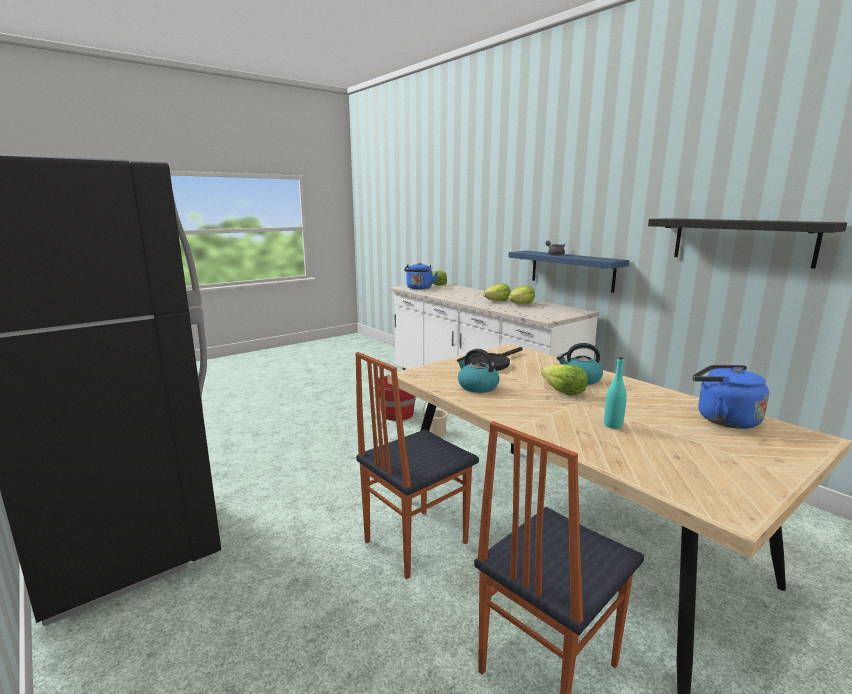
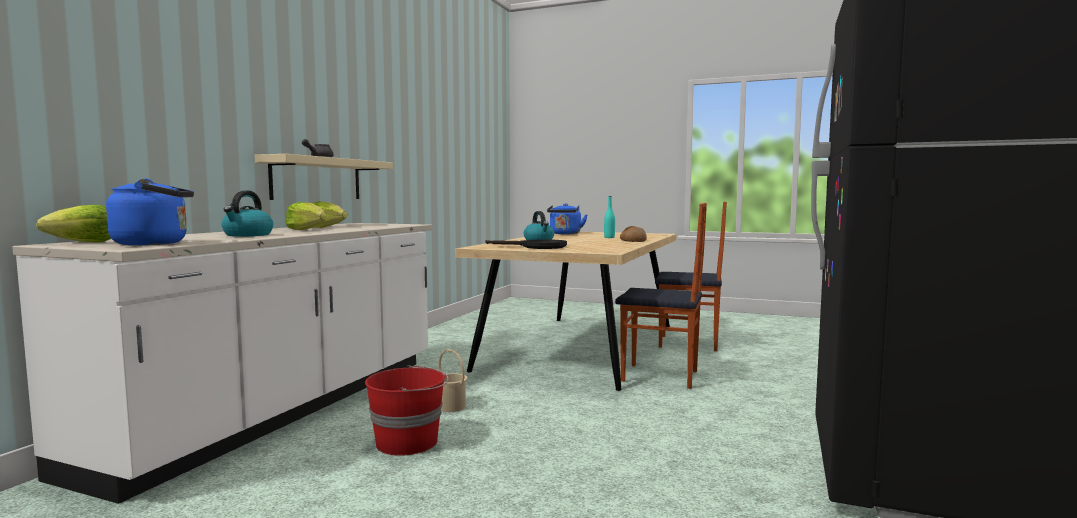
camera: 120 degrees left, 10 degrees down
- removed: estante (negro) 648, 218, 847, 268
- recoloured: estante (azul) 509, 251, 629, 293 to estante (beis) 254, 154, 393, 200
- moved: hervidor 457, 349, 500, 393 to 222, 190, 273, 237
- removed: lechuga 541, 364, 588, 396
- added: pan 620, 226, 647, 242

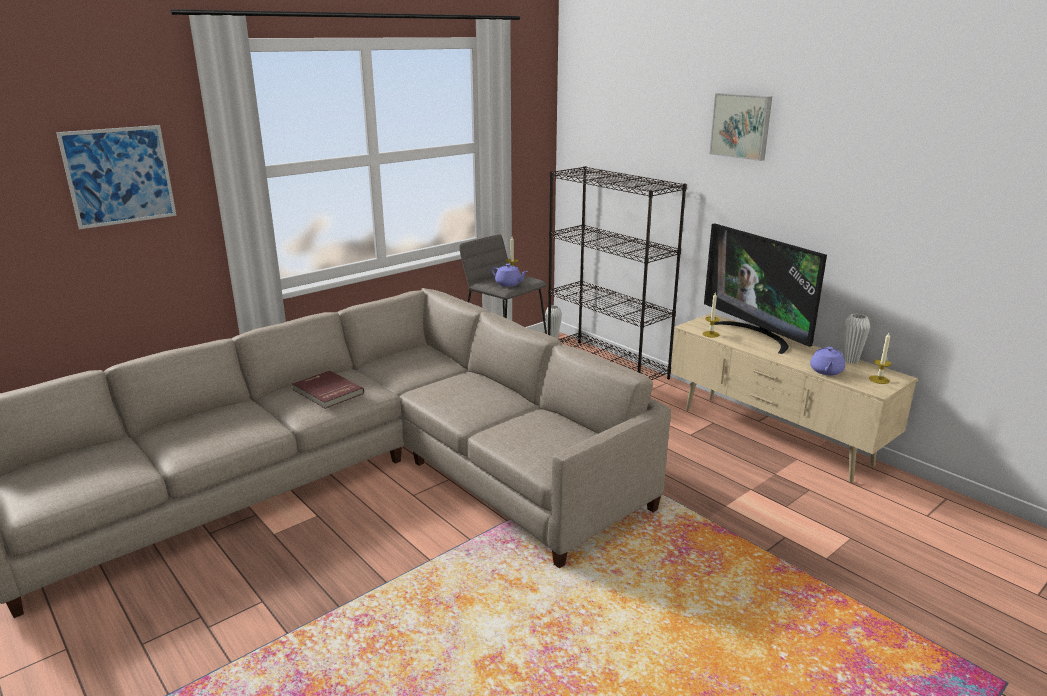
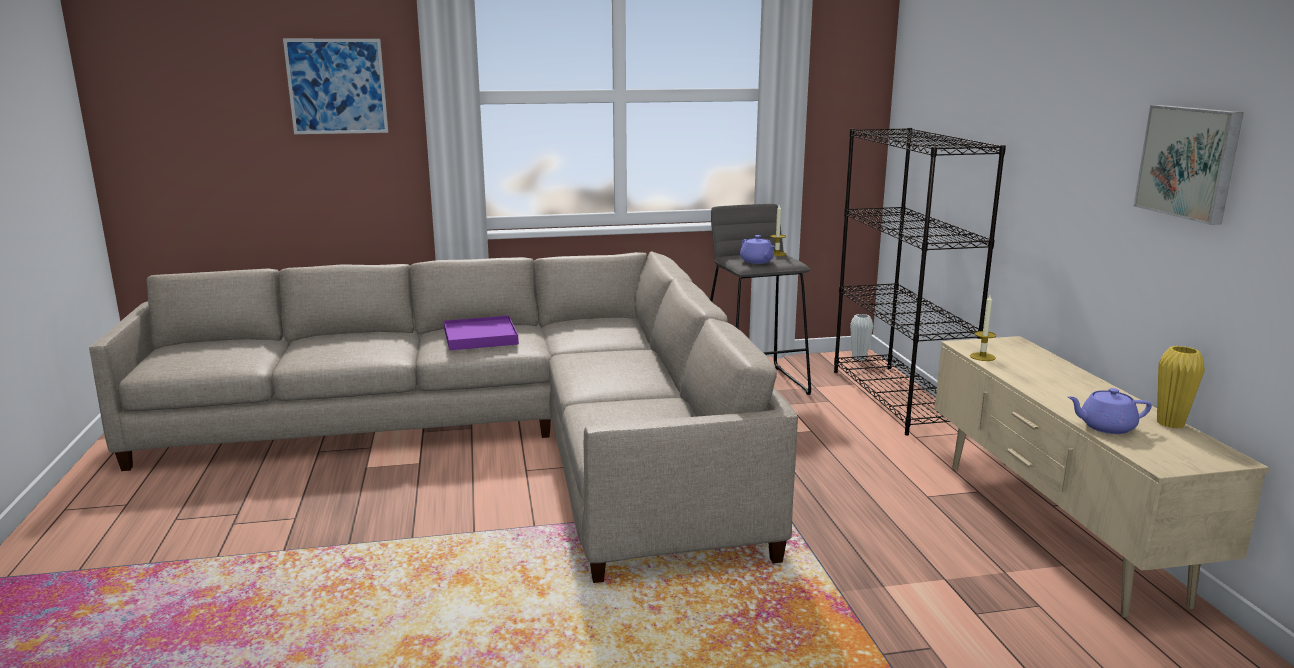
camera: 30 degrees right, 5 degrees down
- moved: cuadro 710, 93, 772, 161 to 1134, 105, 1244, 225
- removed: televisor 704, 223, 827, 354
- recoloured: florero (blanco) 843, 314, 870, 364 to florero (amarillo) 1157, 346, 1205, 428
- removed: vela 869, 333, 892, 384
- turned: tetera (morado) 810, 347, 845, 375 = 1068, 388, 1152, 434 45 degrees clockwise
- replaced: libro (rojo) 292, 370, 364, 409 to bandeja (morado) 444, 316, 519, 350

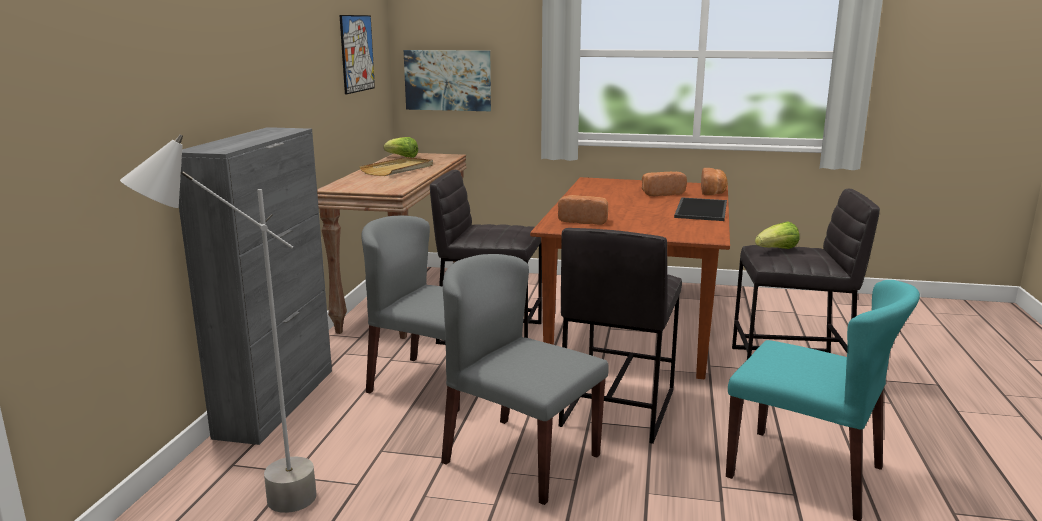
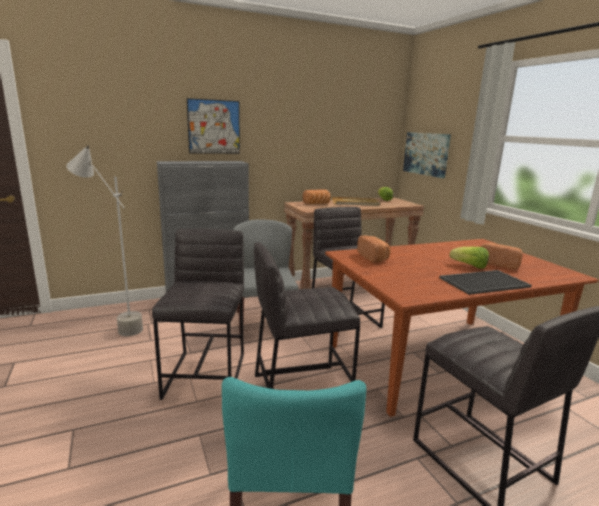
camera: 55 degrees right, 0 degrees up
- moved: cuadro 340, 15, 375, 94 to 187, 98, 240, 154
- moved: pan 701, 168, 728, 195 to 302, 189, 331, 204
- moved: lechuga 755, 222, 800, 249 to 450, 247, 489, 269
- replaced: silla (gris) 441, 254, 609, 505 to taburete (gris) 152, 229, 244, 400

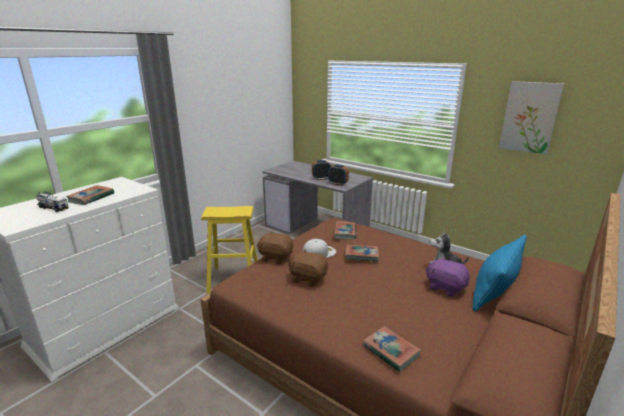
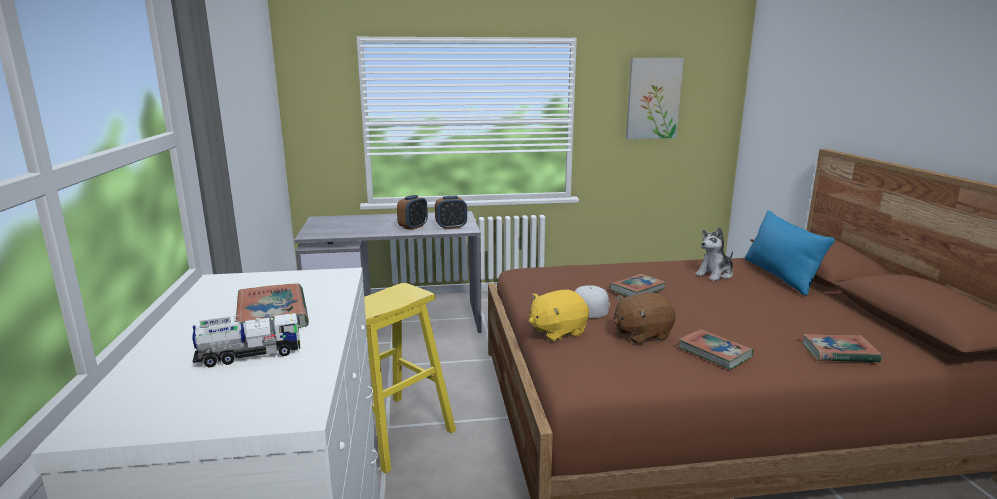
camera: 45 degrees left, 5 degrees down
- moved: libro 334, 221, 356, 239 to 679, 329, 753, 370
- recoloured: peluche (marrón) 257, 231, 294, 264 to peluche (amarillo) 529, 290, 589, 342
- removed: peluche (morado) 425, 257, 470, 297

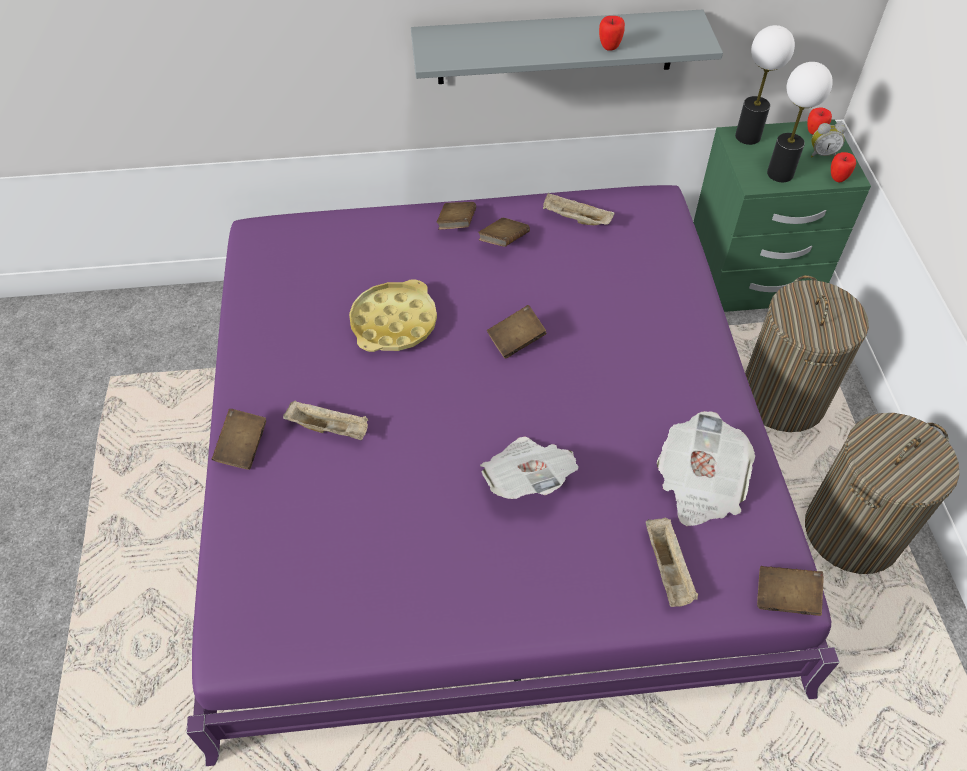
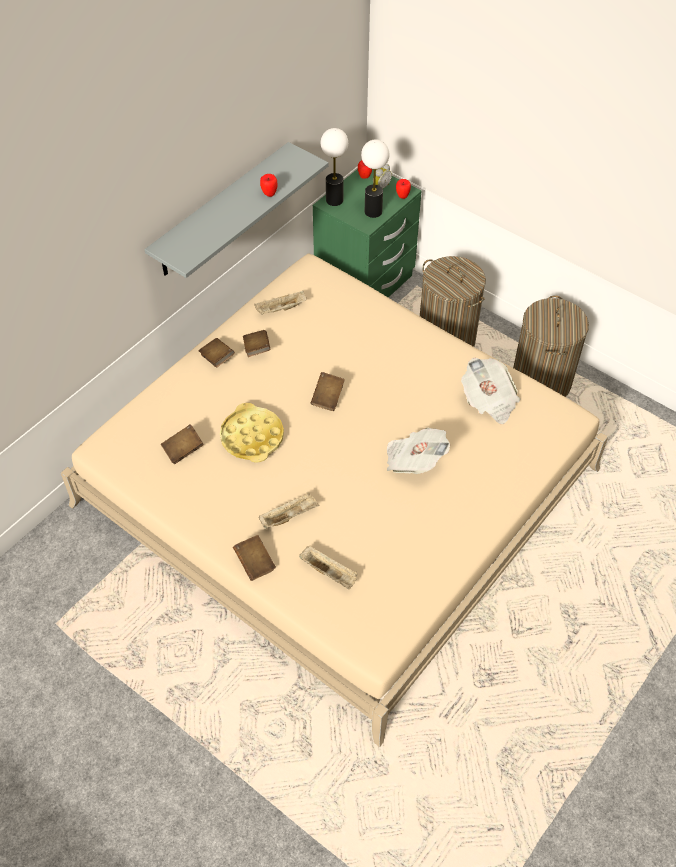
camera: 45 degrees left, 0 degrees up
- recoloured: cama (morado) 186, 185, 840, 766 to cama (beis) 61, 253, 608, 747
- moved: bandeja (beis) 646, 517, 698, 607 to 299, 546, 358, 590
- moved: libro (marrón) 757, 566, 824, 616 to 161, 424, 204, 464

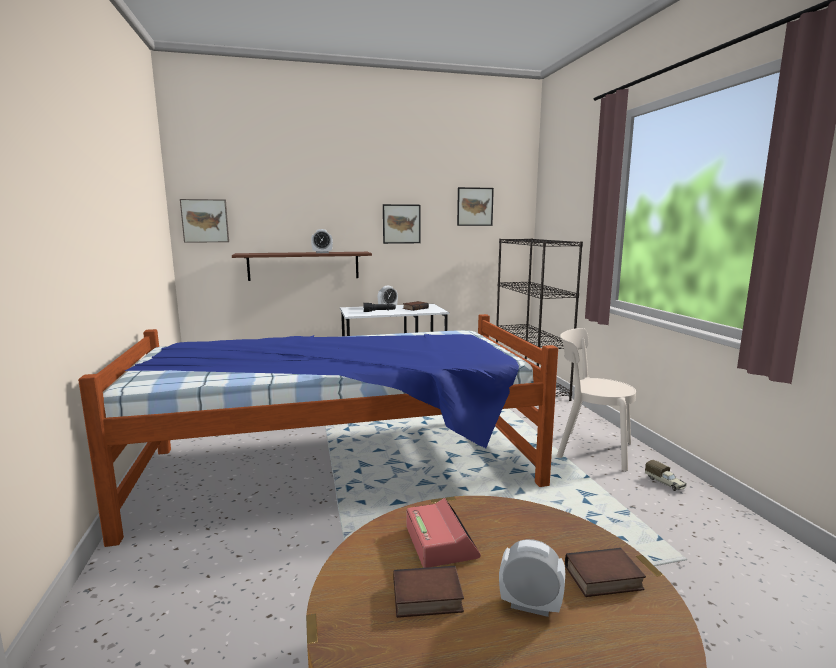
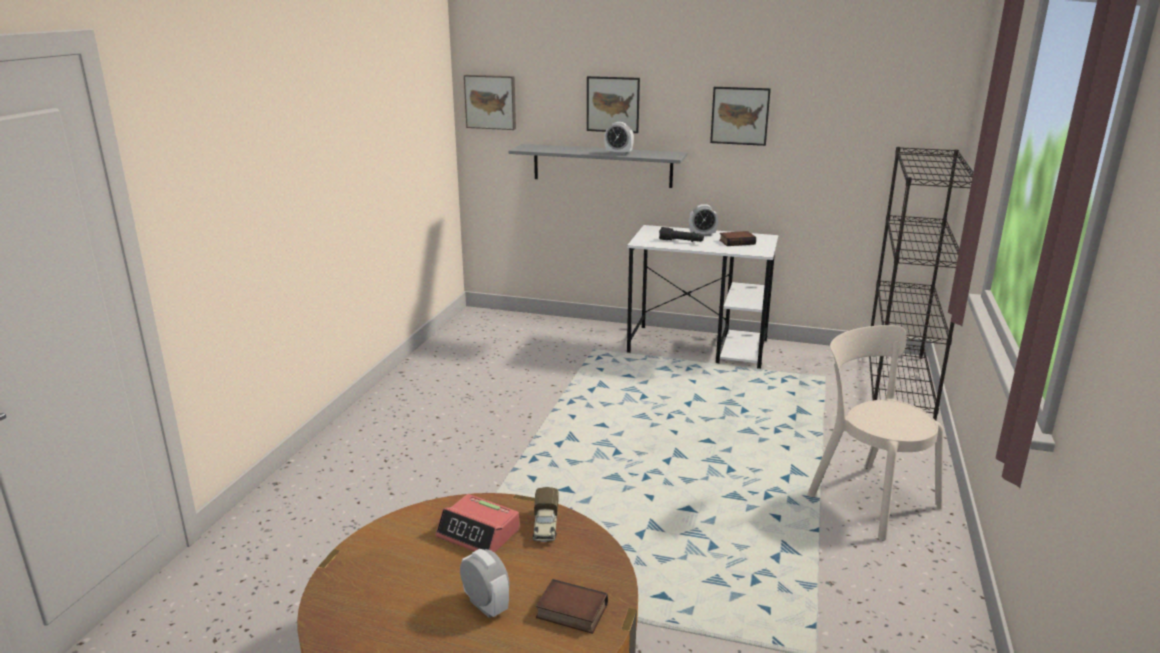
camera: 30 degrees right, 10 degrees up
- moved: cuadro 457, 187, 494, 226 to 587, 76, 640, 133
- recoloured: estante (marrón) 232, 252, 372, 281 to estante (gris) 508, 144, 687, 188
- removed: cama 78, 314, 558, 547
- moved: camión de juguete 645, 460, 687, 491 to 533, 487, 559, 542
- turned: despertador 407, 498, 481, 568 = 436, 494, 519, 553 105 degrees clockwise
- removed: libro 393, 566, 464, 618

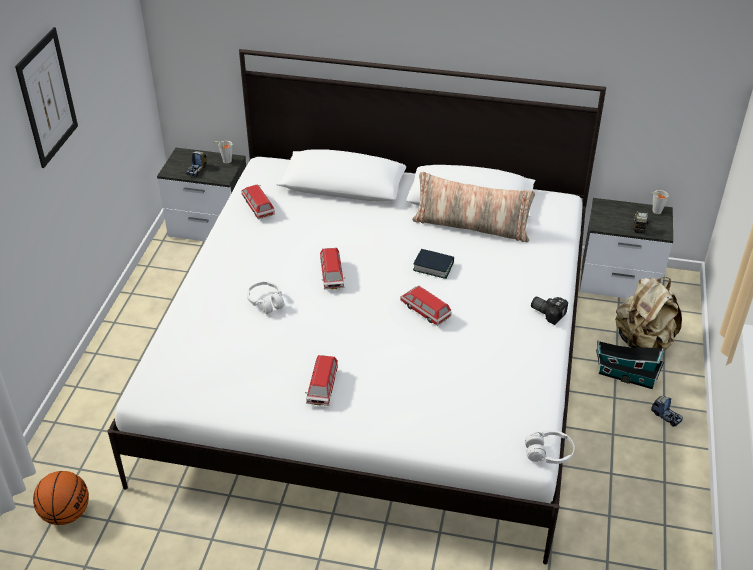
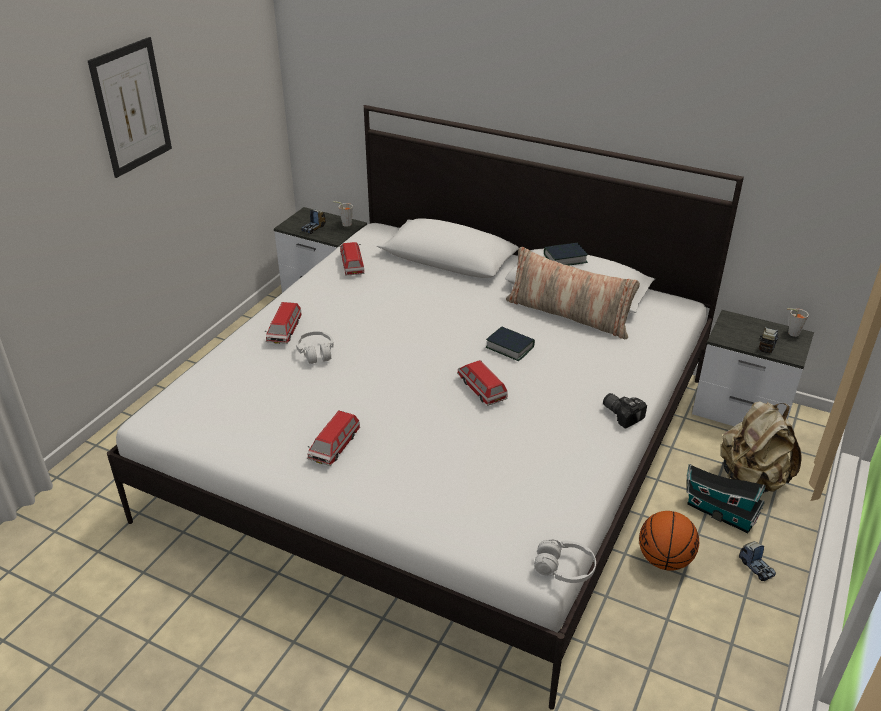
camera: 15 degrees right, 5 degrees down
- moved: coche de juguete 320, 248, 344, 289 to 265, 302, 302, 344
- moved: balón de baloncesto 33, 471, 89, 525 to 639, 511, 699, 571
- added: libro 544, 243, 588, 265

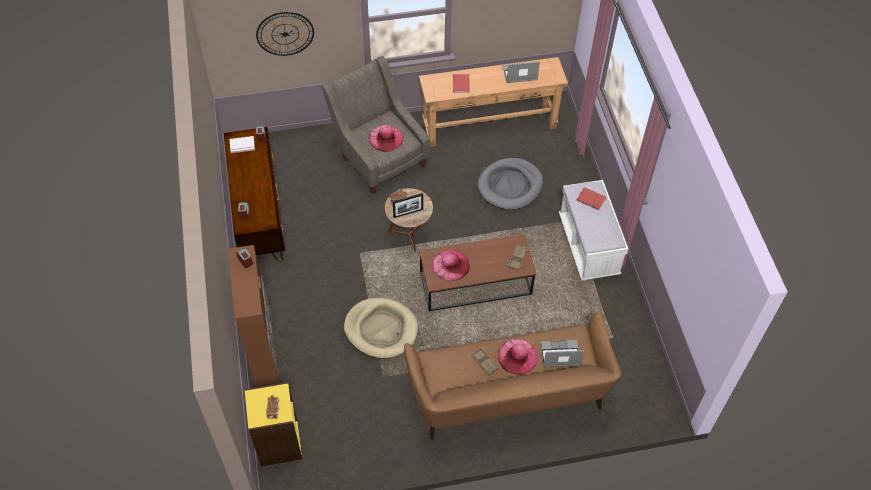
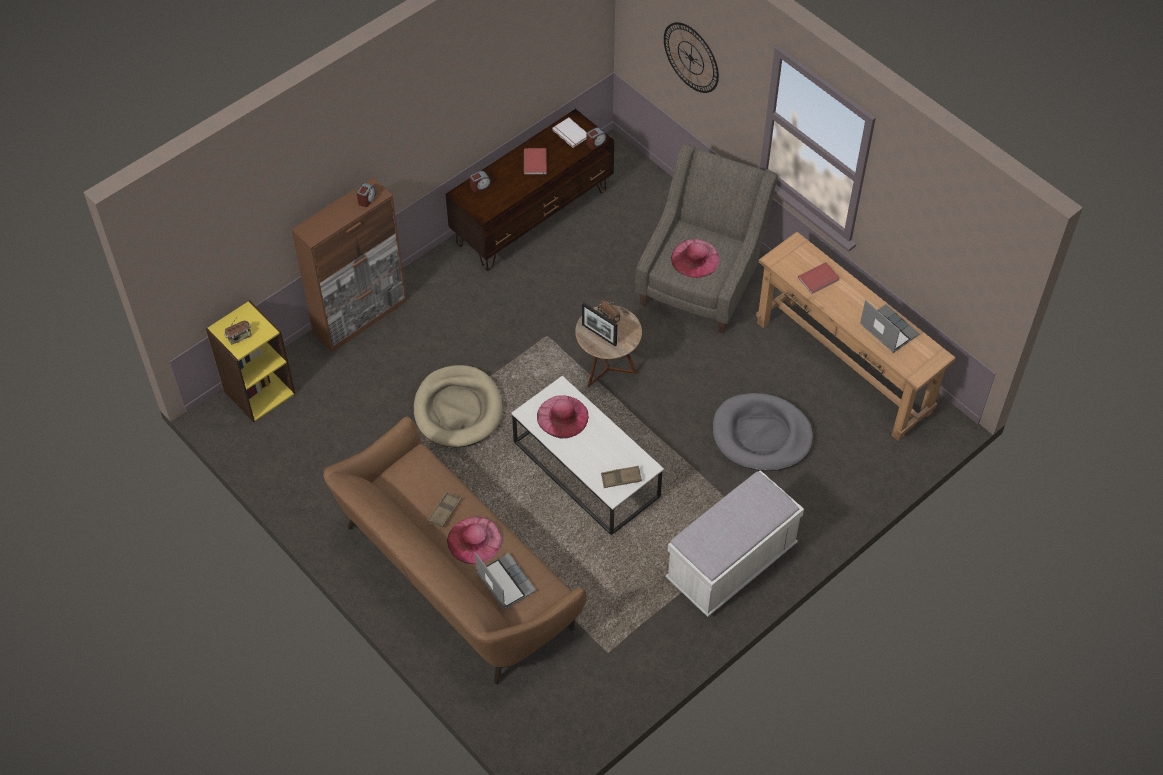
camera: 60 degrees right, 0 degrees up
- moved: libro (rojo) 577, 187, 606, 210 to 524, 148, 547, 175
- recoloured: mesa de centro (marrón) 419, 234, 536, 311 to mesa de centro (blanco) 511, 376, 664, 535

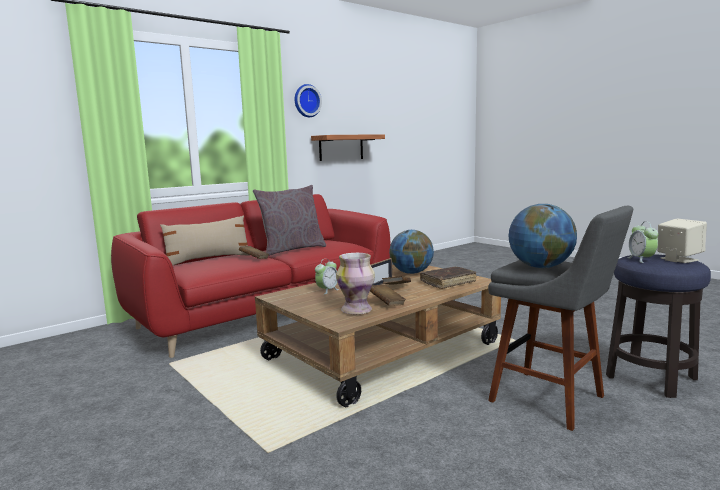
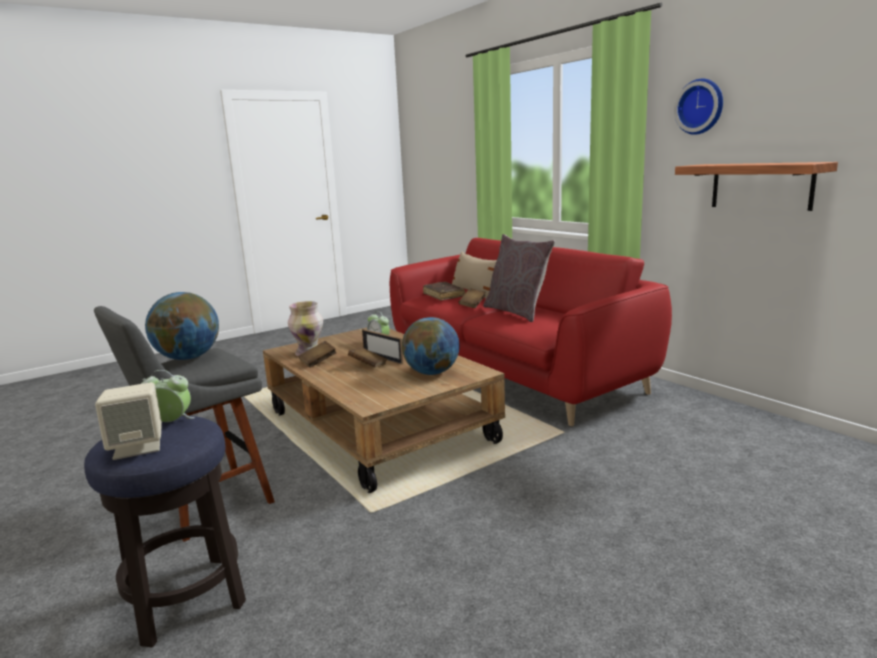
camera: 95 degrees right, 5 degrees up
- moved: libro (marrón) 420, 267, 477, 289 to 423, 282, 465, 301

